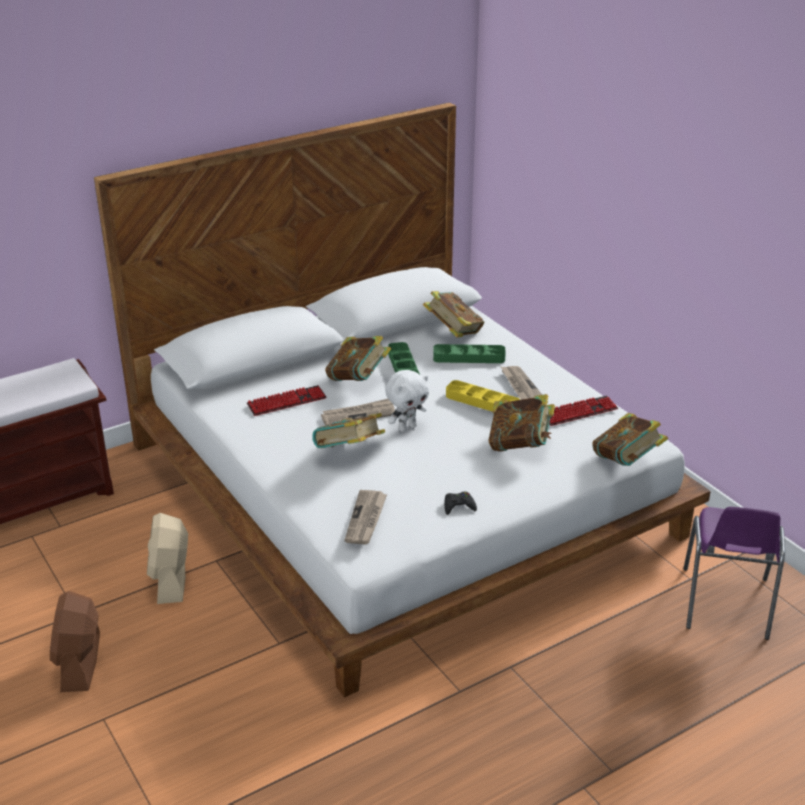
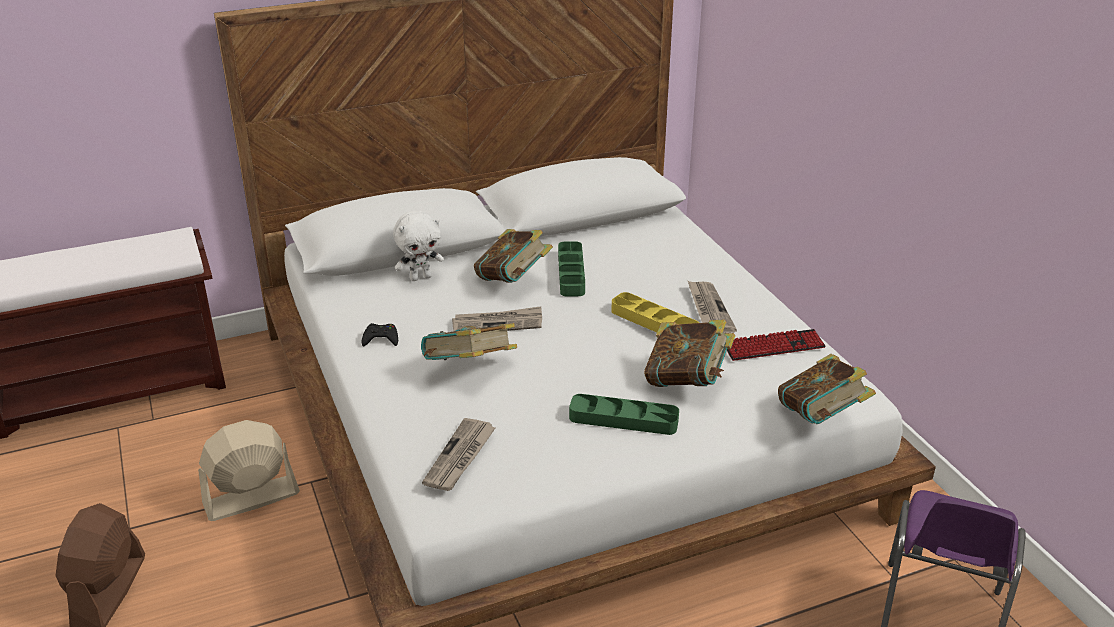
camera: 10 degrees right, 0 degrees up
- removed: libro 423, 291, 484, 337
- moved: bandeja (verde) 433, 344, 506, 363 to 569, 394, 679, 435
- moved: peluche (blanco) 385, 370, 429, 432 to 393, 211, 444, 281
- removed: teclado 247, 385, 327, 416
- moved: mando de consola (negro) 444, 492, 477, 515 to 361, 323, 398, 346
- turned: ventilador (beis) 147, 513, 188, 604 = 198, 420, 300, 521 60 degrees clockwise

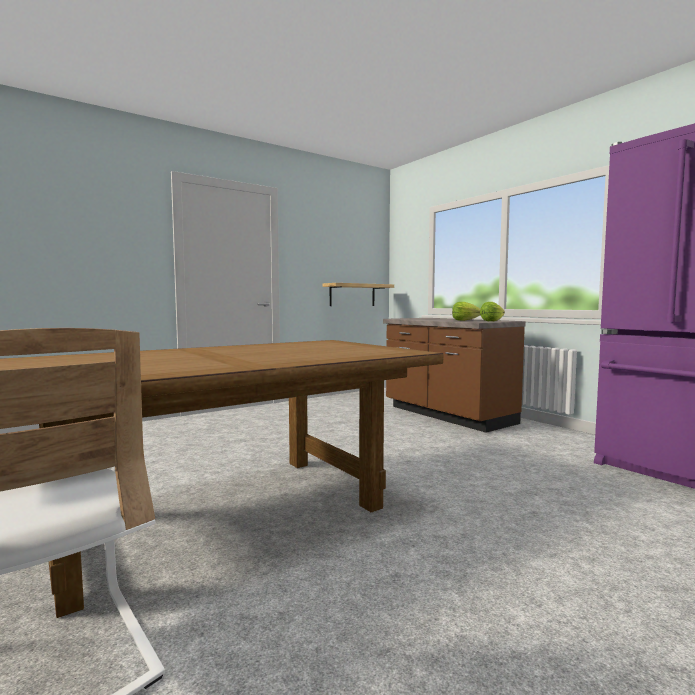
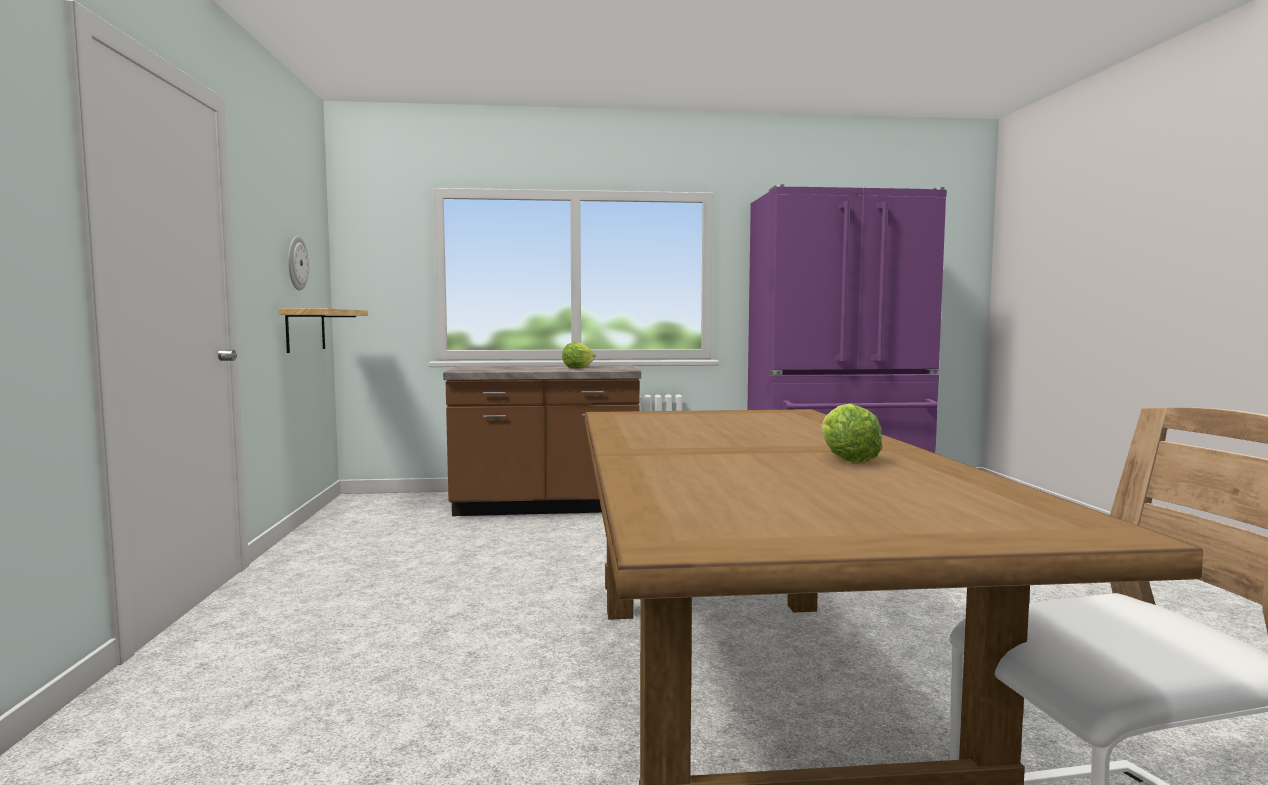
camera: 60 degrees left, 0 degrees up
- moved: lechuga 480, 302, 505, 321 to 822, 403, 882, 463
- added: reloj de pared 288, 236, 309, 290

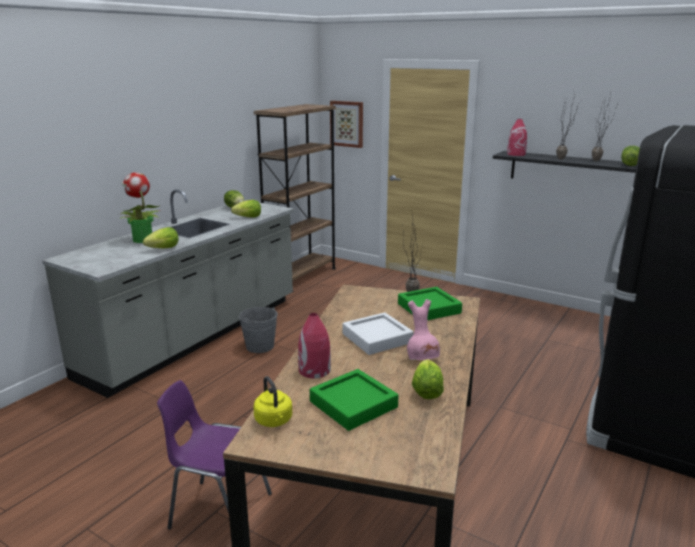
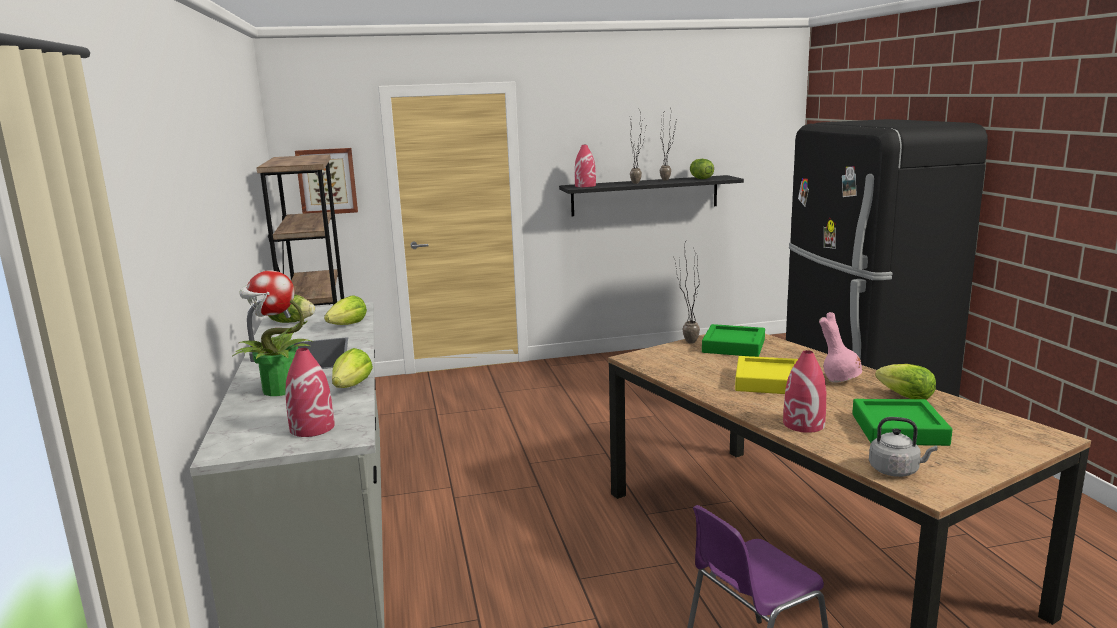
camera: 45 degrees left, 5 degrees down
- removed: cubo (gris) 239, 307, 278, 353
- recoloured: bandeja (blanco) 342, 312, 414, 355 to bandeja (amarillo) 735, 356, 798, 394
- recoloured: hervidor (amarillo) 253, 376, 292, 427 to hervidor (gris) 869, 417, 937, 477
- added: florero (rojo) 285, 348, 335, 437

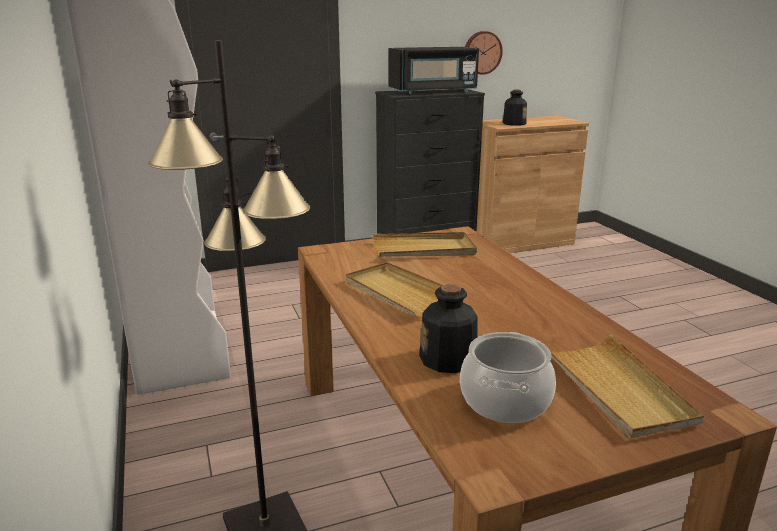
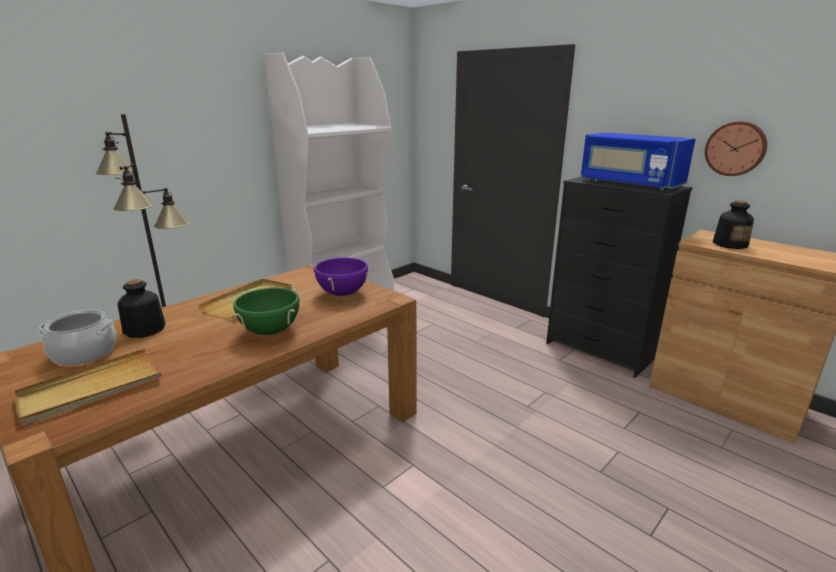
camera: 65 degrees right, 0 degrees up
- recoloured: microondas (negro) 388, 47, 479, 94 to microondas (azul) 581, 133, 696, 191
- replaced: bandeja (beis) 373, 232, 477, 257 to olla (morado) 310, 257, 374, 296
- added: olla (verde) 232, 288, 300, 335

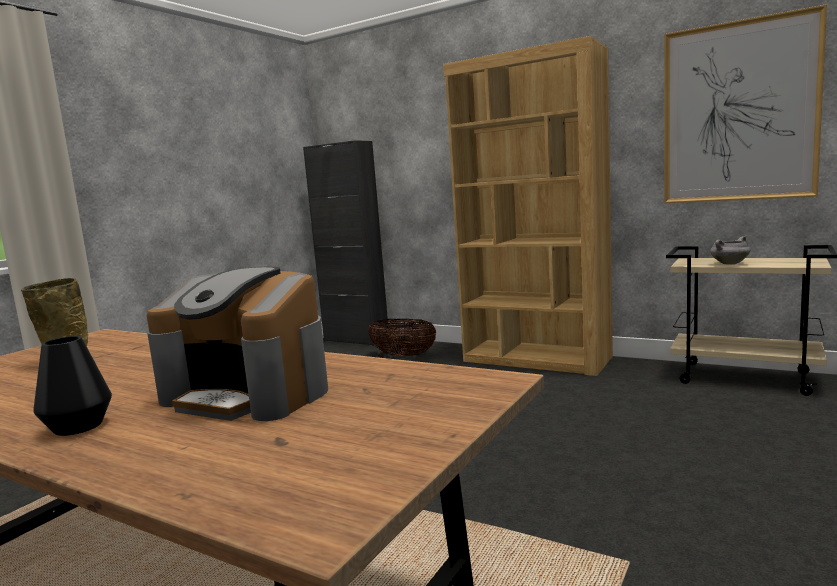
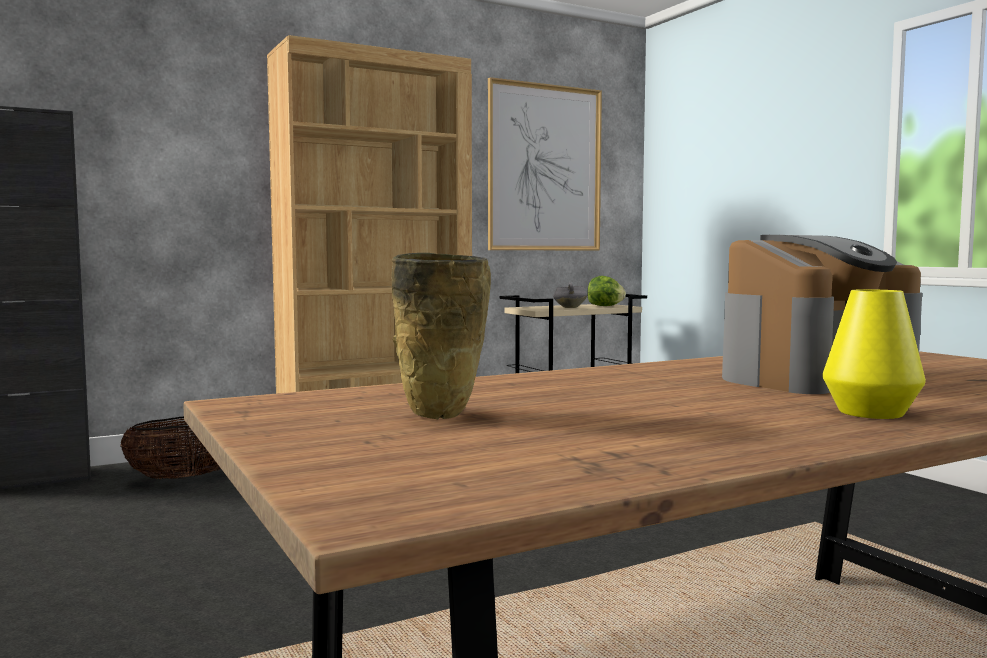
camera: 60 degrees left, 5 degrees down
- recoloured: florero (negro) 33, 336, 112, 436 to florero (amarillo) 822, 289, 926, 419
- added: lechuga 587, 276, 626, 306

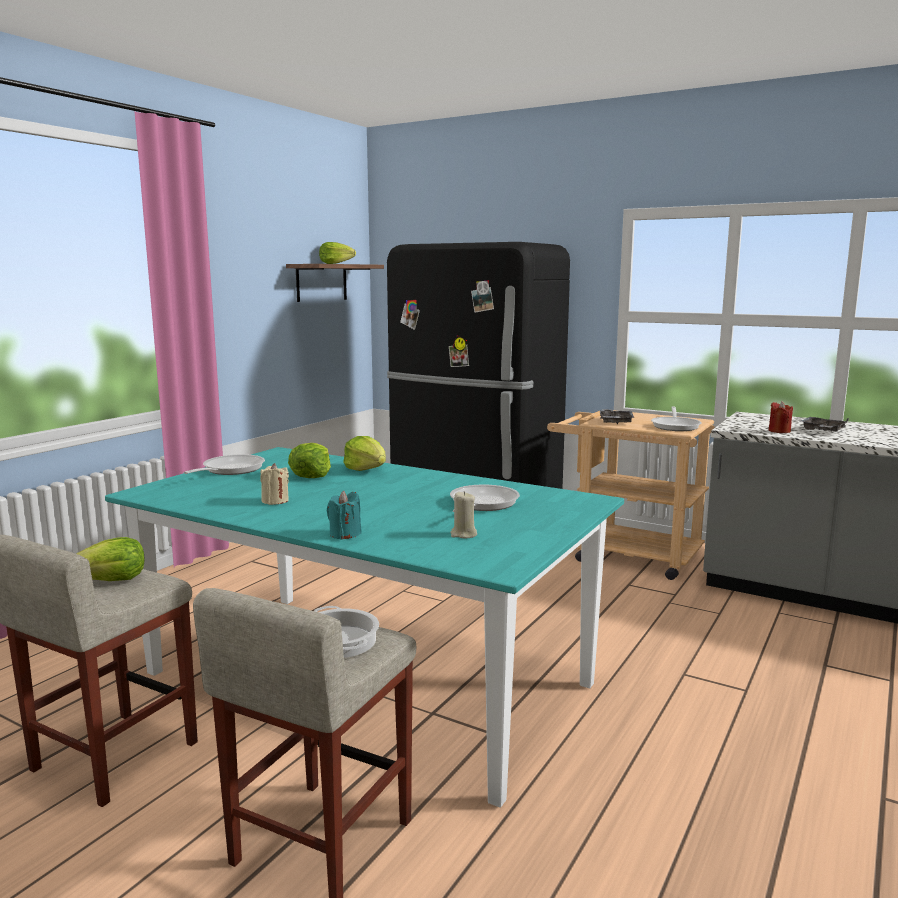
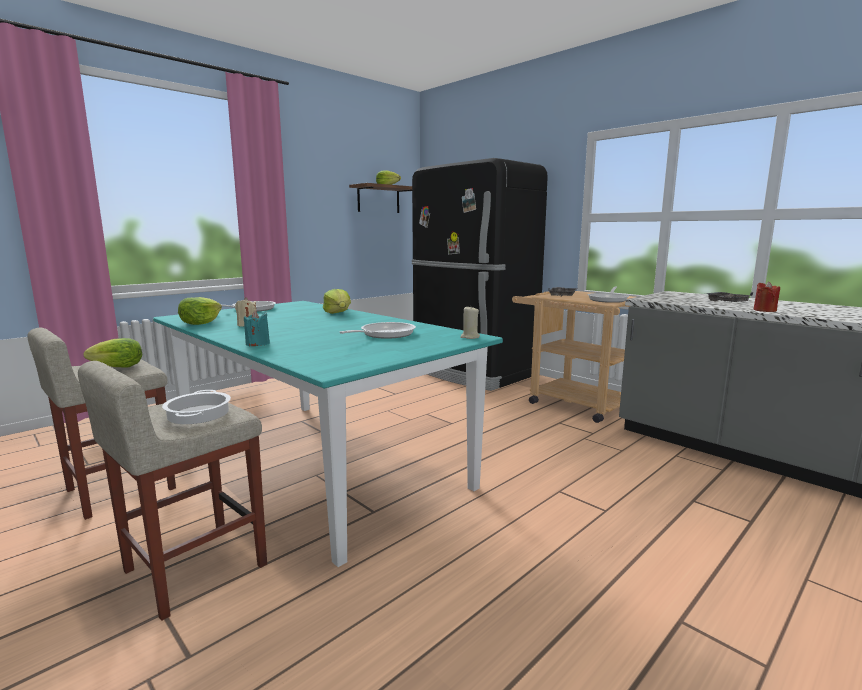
camera: 15 degrees right, 0 degrees up
- moved: vela (rojo) 769, 401, 793, 433 to 754, 281, 780, 312
- moved: lechuga 288, 443, 331, 478 to 178, 297, 222, 325
- moved: vela (beis) 450, 491, 477, 538 to 460, 307, 480, 339

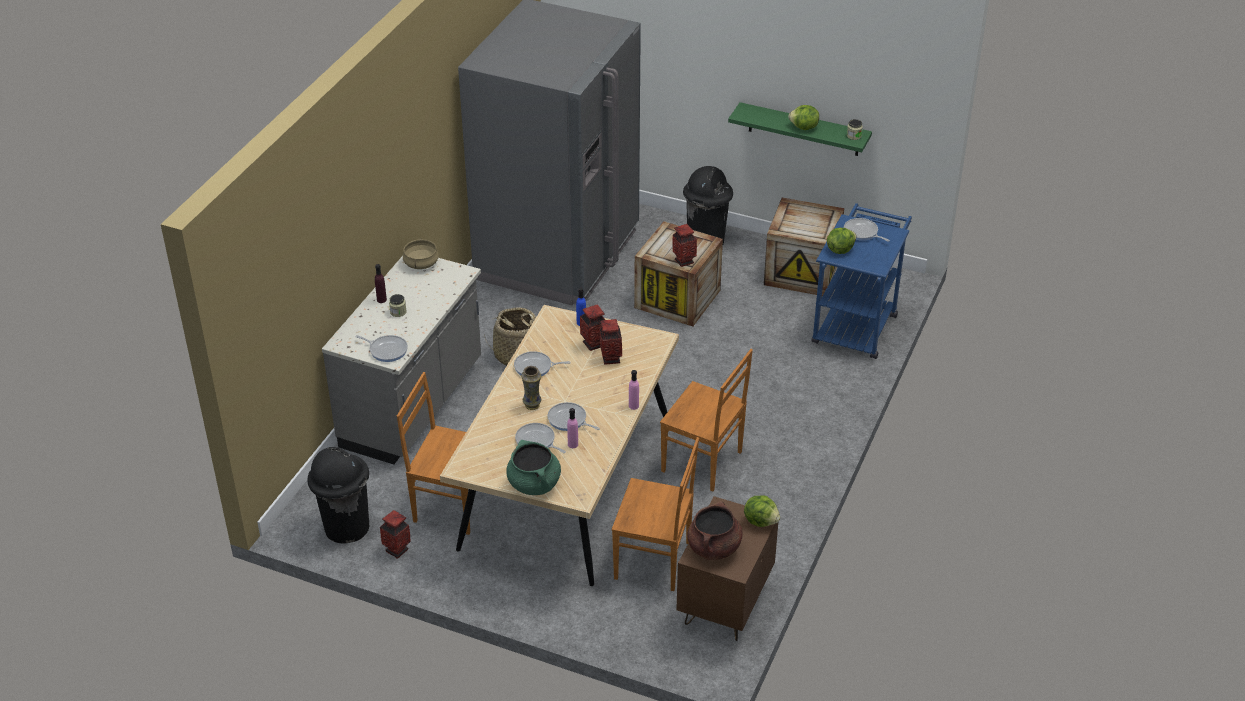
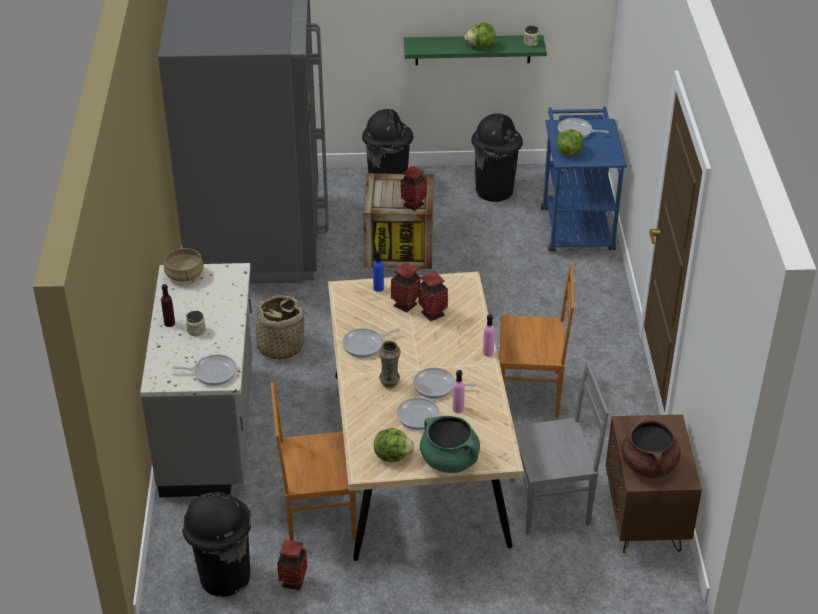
camera: 25 degrees left, 0 degrees up
- replaced: caja de embalaje 764, 198, 844, 296 to papelera (negro) 471, 113, 523, 202
- recoloured: silla (marrón) 612, 437, 699, 591 to silla (gris) 510, 361, 609, 534
- moved: lechuga 744, 495, 780, 527 to 374, 428, 415, 462

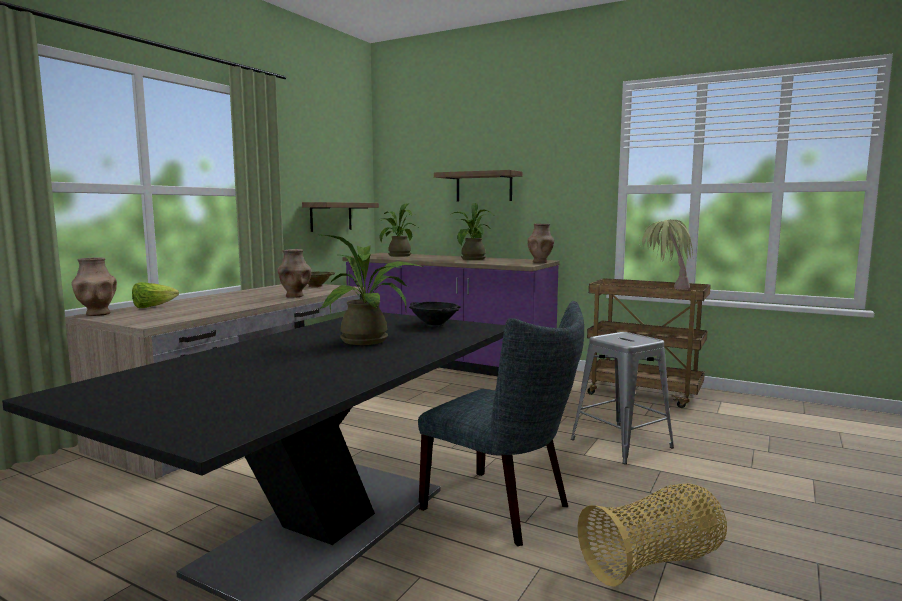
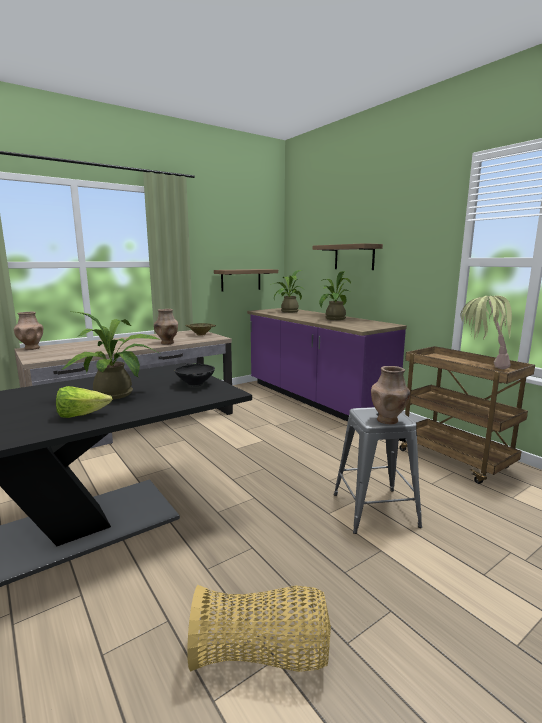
camera: 25 degrees right, 5 degrees up
- moved: florero (marrón) 527, 224, 554, 263 to 371, 366, 411, 424
- moved: lechuga 132, 282, 179, 308 to 56, 386, 113, 418
- removed: silla (gris) 418, 301, 584, 546

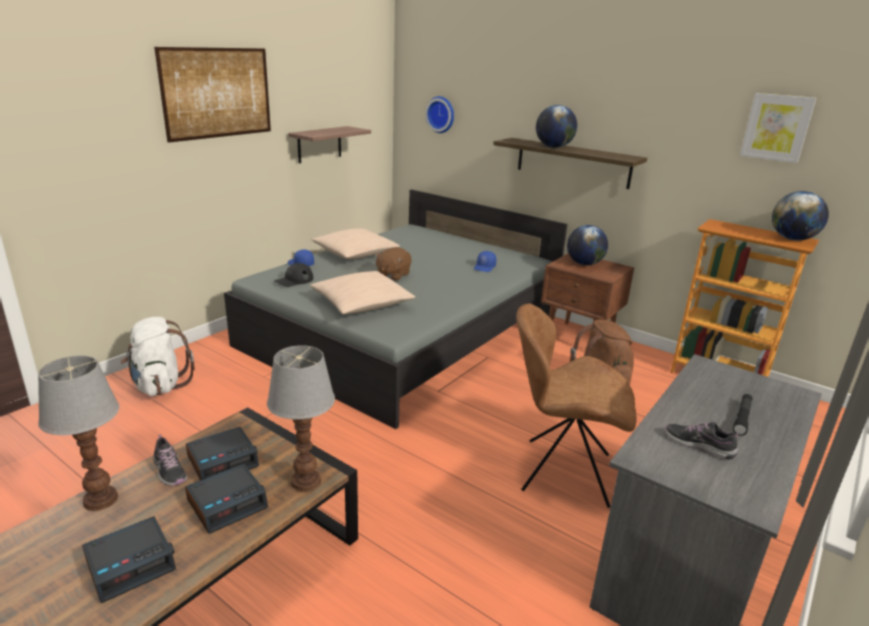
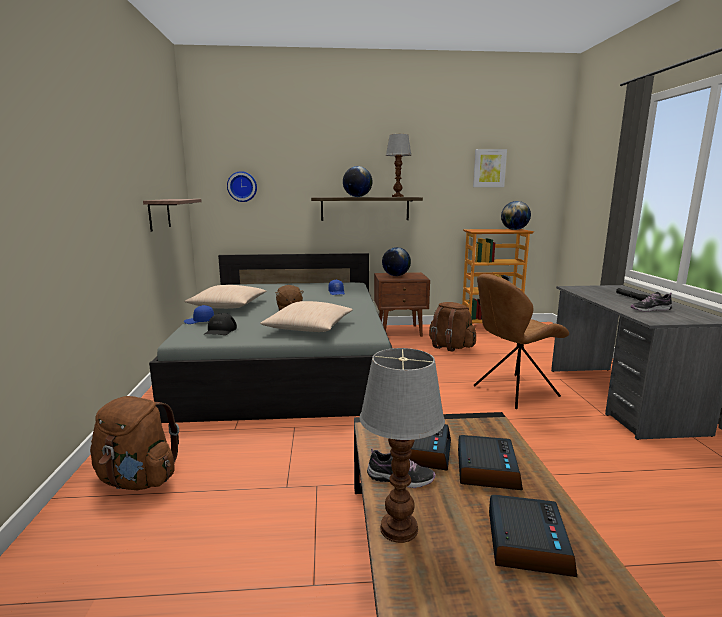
camera: 40 degrees left, 10 degrees down
- removed: cuadro 154, 47, 271, 143
- recoloured: mochila (blanco) 120, 317, 195, 396 to mochila (marrón) 90, 396, 179, 490
- moved: lámpara de mesa 267, 345, 335, 492 to 386, 134, 411, 197

